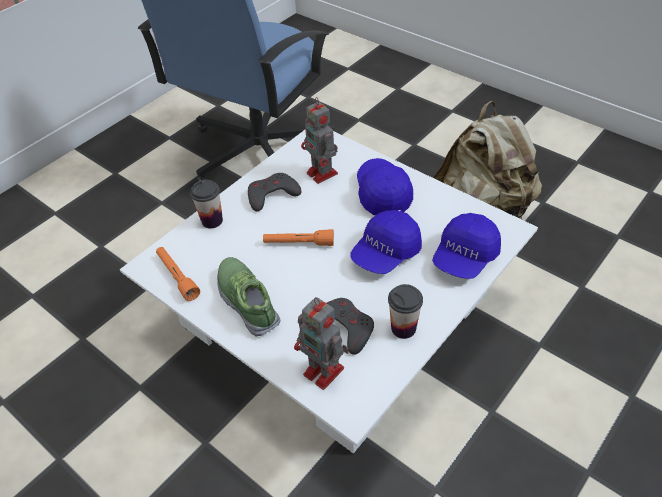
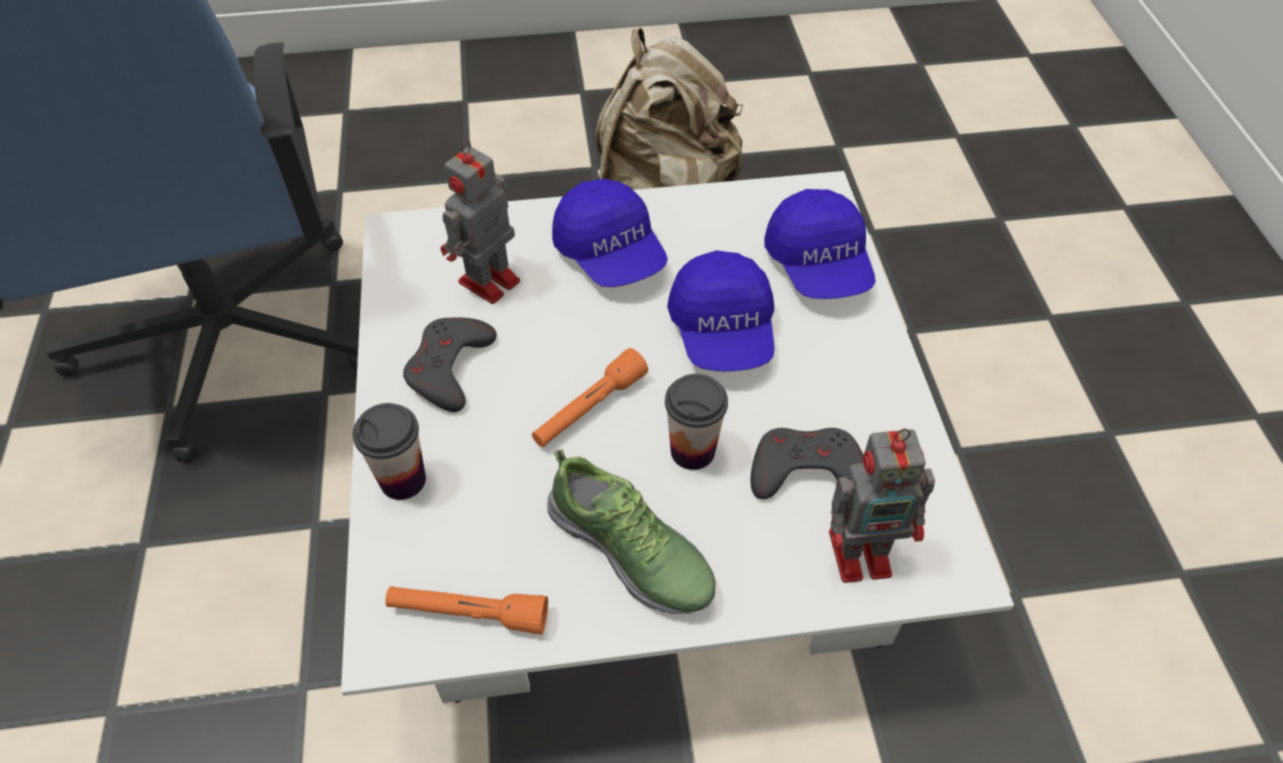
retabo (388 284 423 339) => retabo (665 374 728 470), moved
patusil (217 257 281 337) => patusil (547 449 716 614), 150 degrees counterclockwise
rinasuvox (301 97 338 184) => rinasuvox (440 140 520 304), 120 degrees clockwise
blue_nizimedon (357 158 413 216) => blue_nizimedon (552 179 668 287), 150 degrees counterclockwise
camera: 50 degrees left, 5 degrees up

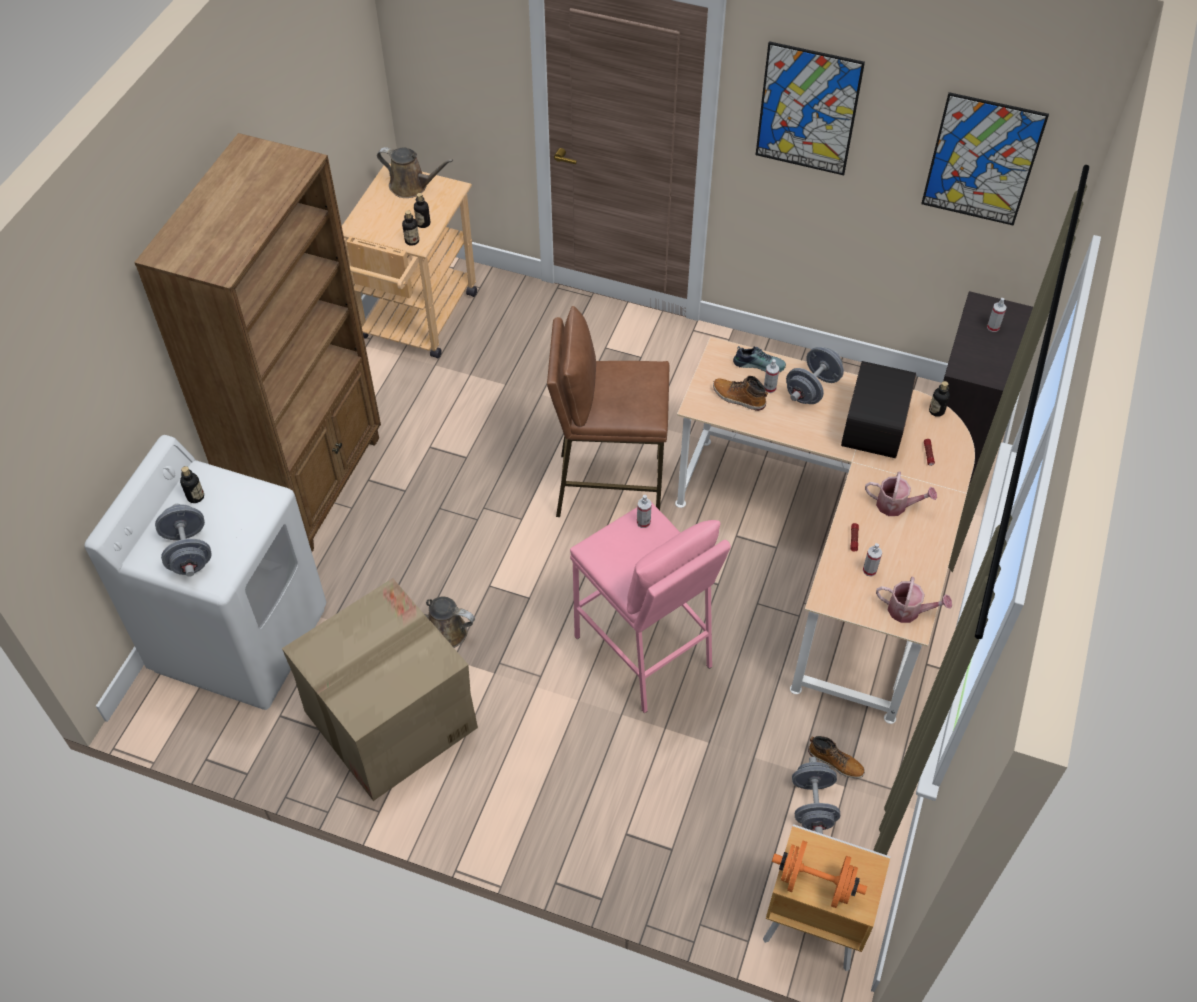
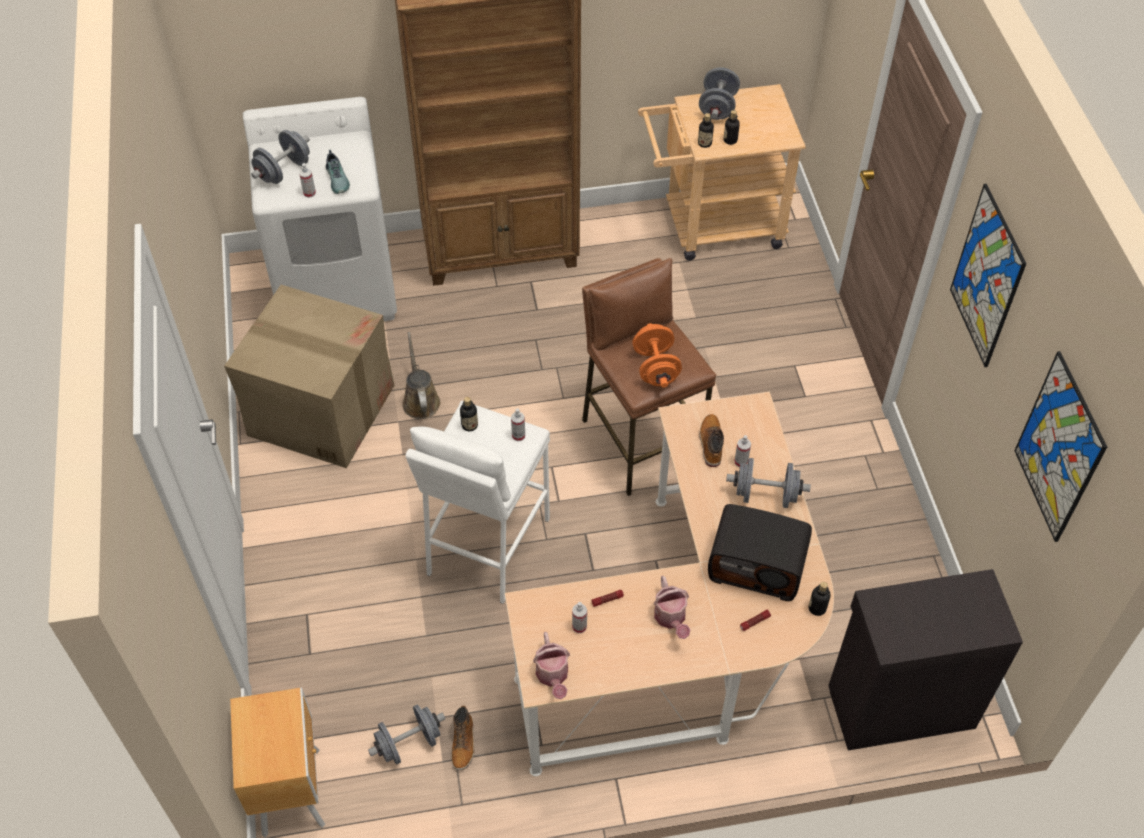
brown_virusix (377 147 453 198) => nothing
nothing => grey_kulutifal (699 67 740 120)
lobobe (180 466 204 503) => lobobe (460 397 478 431), moved
patusil (733 346 786 372) => patusil (326 150 350 194), moved
orange_kulutifal (772 840 867 908) => orange_kulutifal (633 323 682 388), moved
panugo (987 298 1006 332) => panugo (299 163 316 198), moved
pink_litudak (570 502 731 713) => white_litudak (406 401 550 604)
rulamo (841 361 916 458) => rulamo (708 504 812 601), 150 degrees counterclockwise
camera: 60 degrees right, 0 degrees up

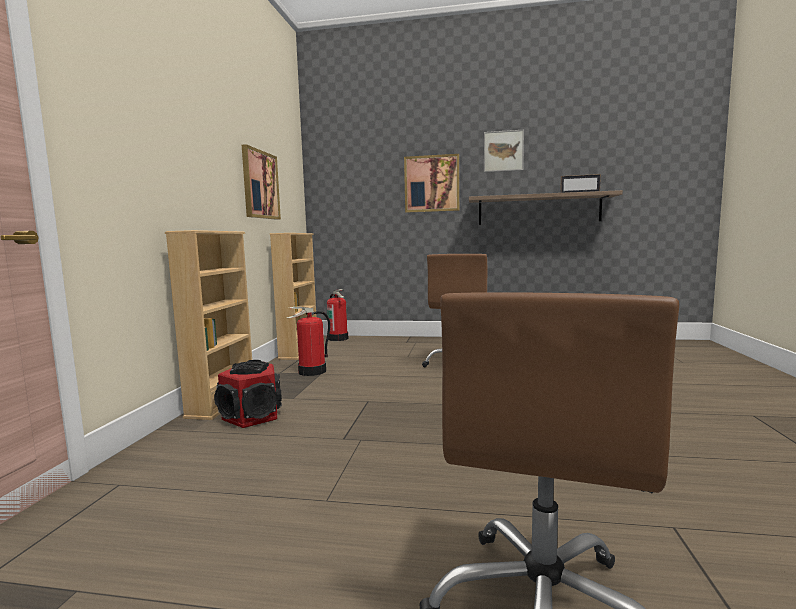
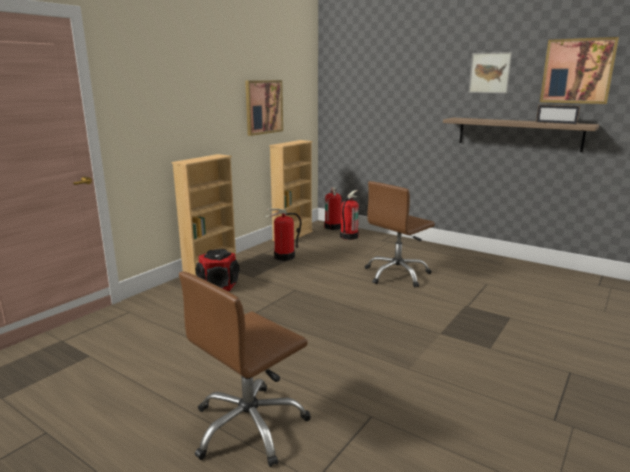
nothing => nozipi (340 190 359 240)
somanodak (404 154 459 213) => somanodak (540 37 619 104), moved
camera: 25 degrees right, 10 degrees up

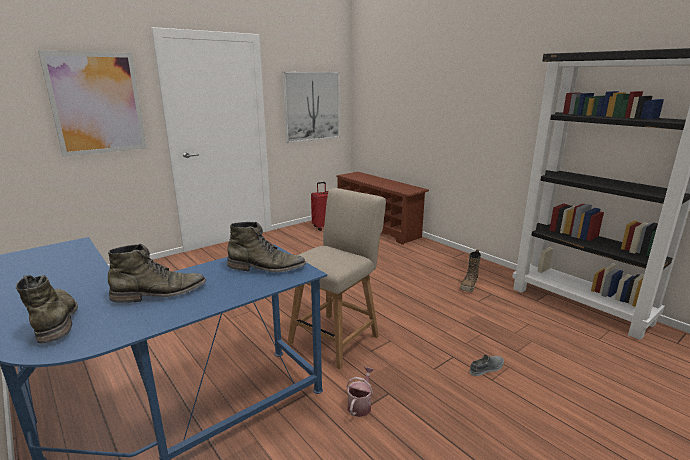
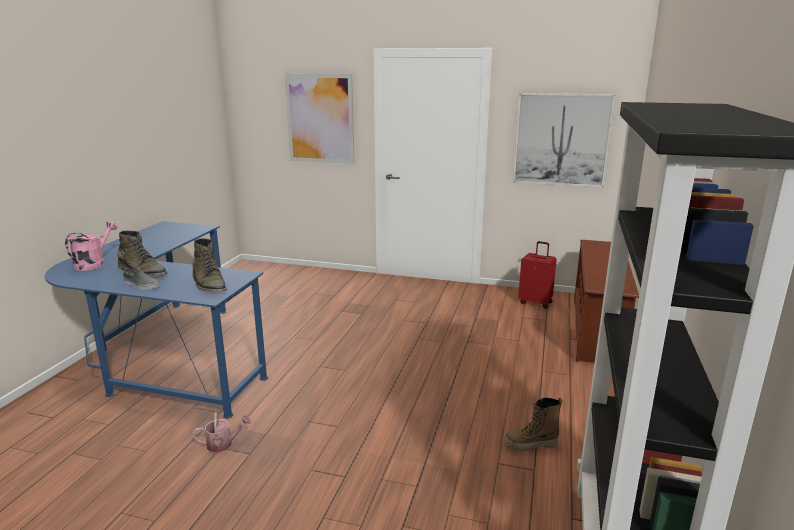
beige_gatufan (287 188 386 369) => nothing
grey_patusil (470 355 504 376) => grey_patusil (123 268 160 290), moved
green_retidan (16 275 78 344) => pink_virusix (65 221 117 271)
camera: 55 degrees right, 0 degrees up

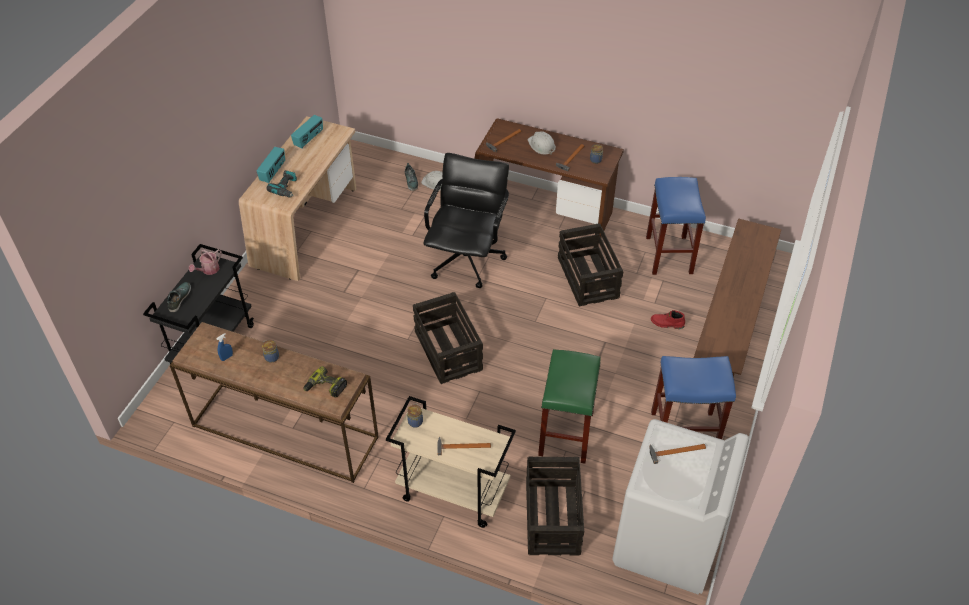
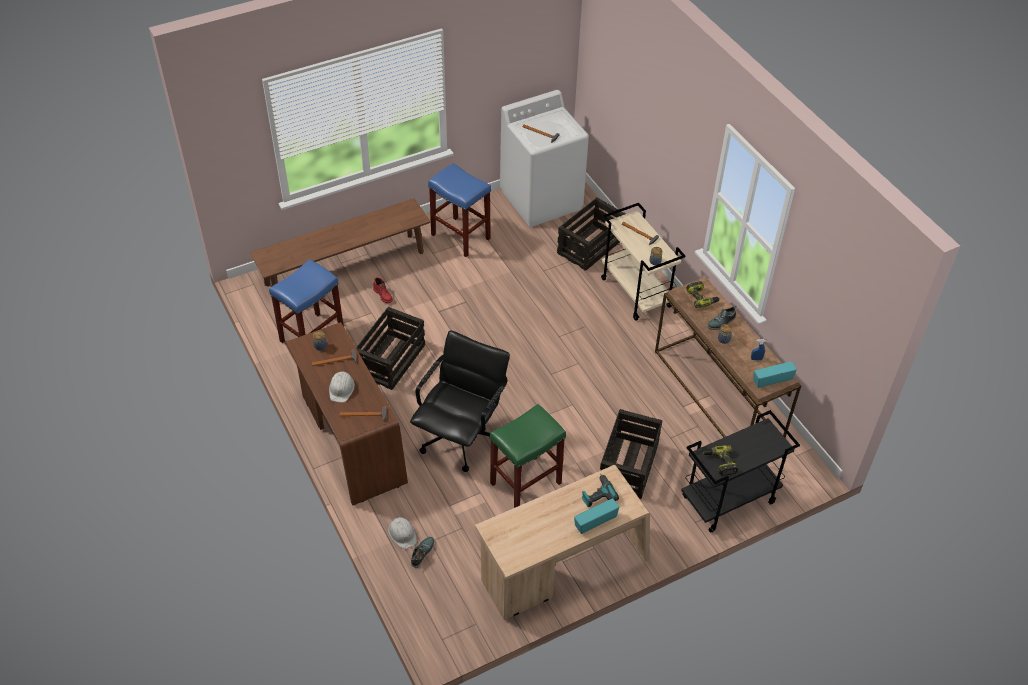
patusil (167 282 191 312) => patusil (707 306 737 330), moved
rulamo (291 115 323 149) => rulamo (753 361 797 388), moved
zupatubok (413 292 483 384) => zupatubok (600 409 663 499), moved
green_litudak (538 349 601 464) => green_litudak (490 404 566 508), moved
virusix (189 250 222 275) => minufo (703 445 738 476)
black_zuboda (423 153 509 288) => black_zuboda (410 331 510 472), 150 degrees clockwise
camera: 140 degrees left, 0 degrees up

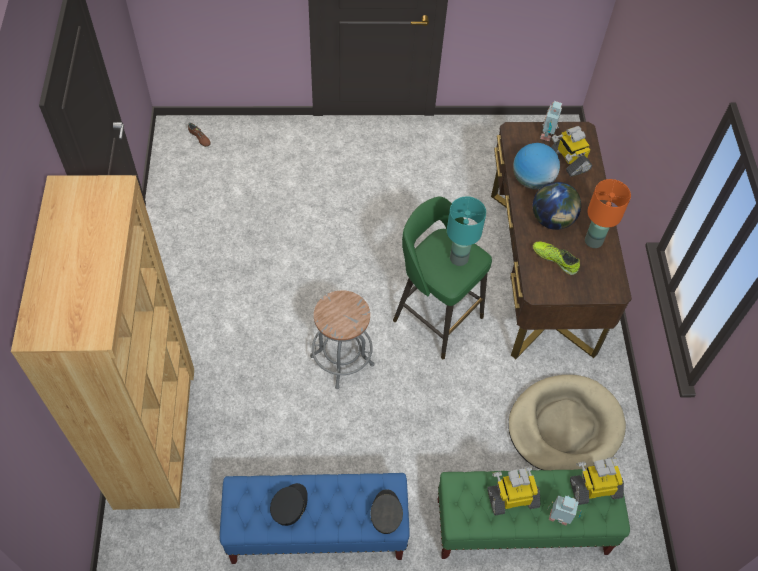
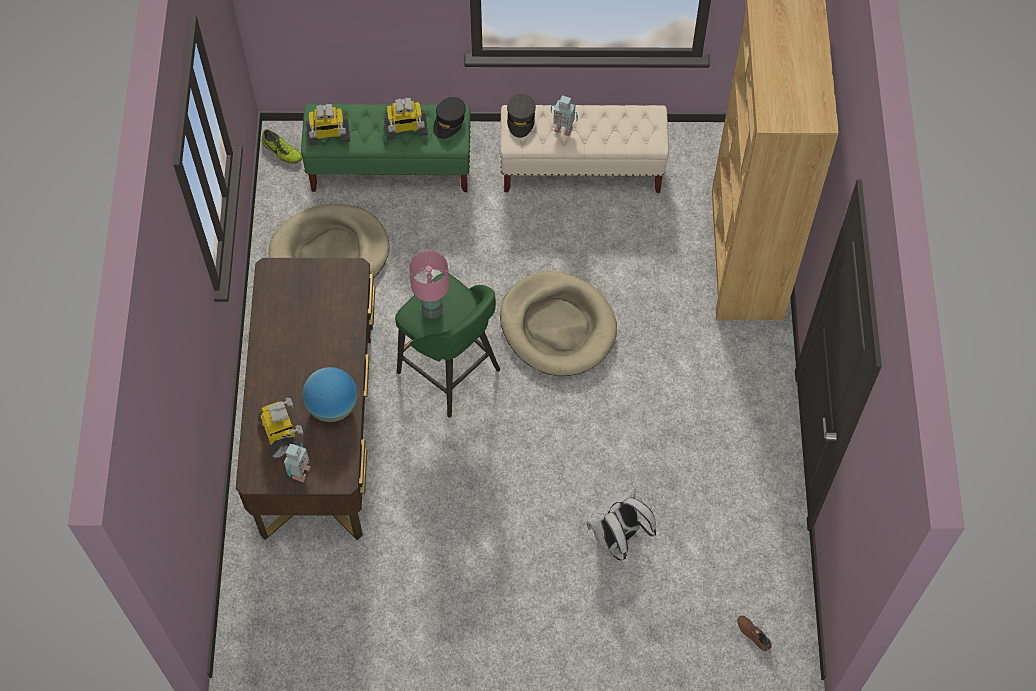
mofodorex (533 182 581 230) => nothing
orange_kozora (585 179 631 248) => nothing
nothing => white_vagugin (587 486 656 561)
black_nizimedon (270 483 308 526) => black_nizimedon (433 97 466 139), moved
patusil (532 242 580 275) => patusil (262 129 303 164), moved
rinasuvox (548 495 582 526) => rinasuvox (551 95 578 136), moved
grey_litudak (310 290 375 389) => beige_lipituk (500 271 617 376)
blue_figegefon (220 473 410 564) => beige_figegefon (500 105 669 193)
turquoise_kozora (447 196 486 266) => pink_kozora (409 250 449 319)
camera: 175 degrees left, 5 degrees up

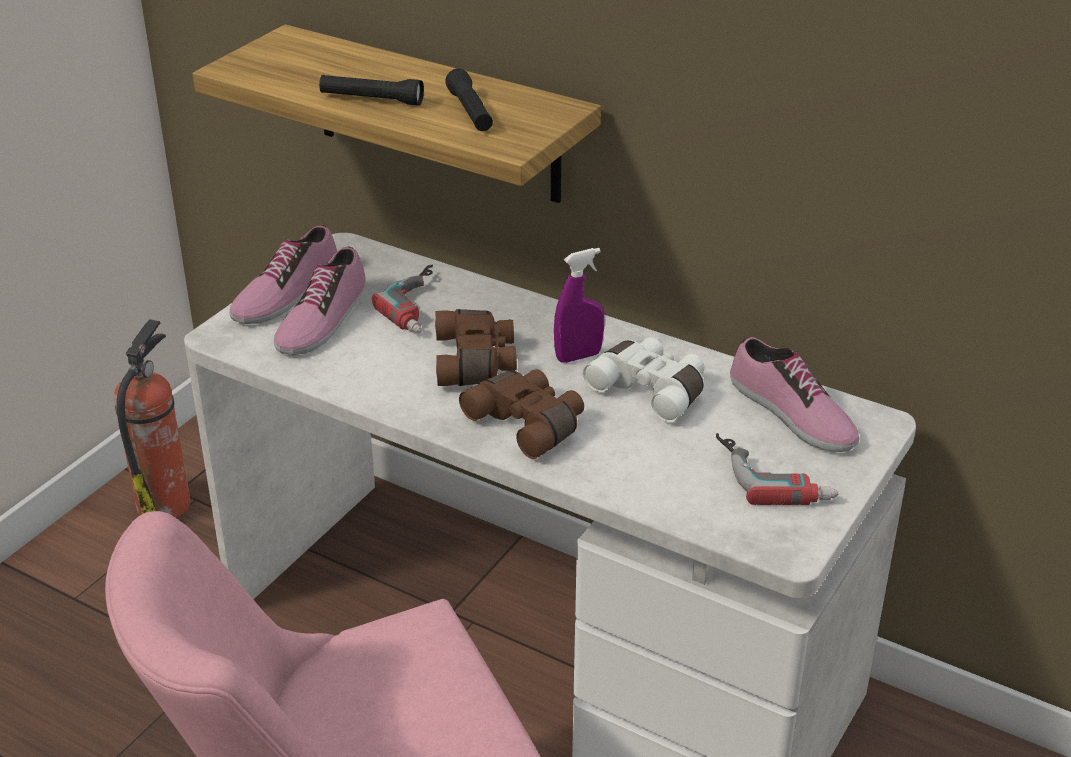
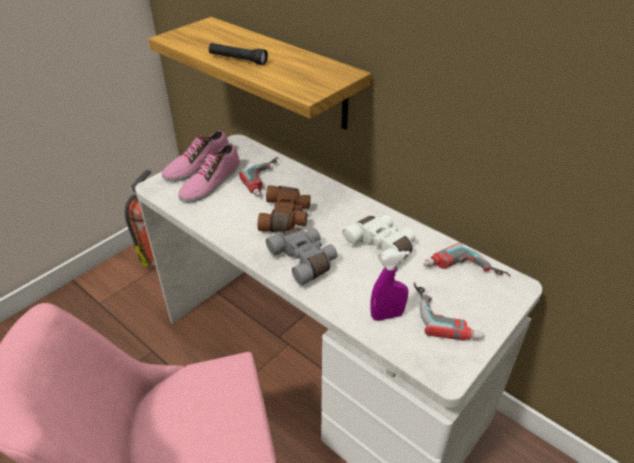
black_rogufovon (445 69 493 131) => nothing
purple_panugo (554 248 605 363) => purple_panugo (370 251 410 321), moved
patusil (730 337 859 452) => minufo (424 242 511 277)
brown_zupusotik (459 369 584 459) => grey_zupusotik (266 228 337 286)
camera: 10 degrees right, 5 degrees up

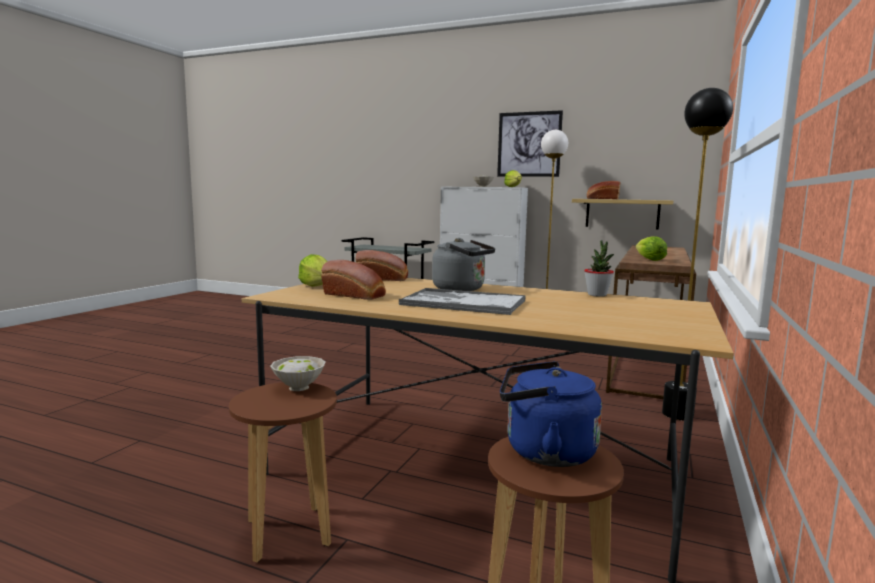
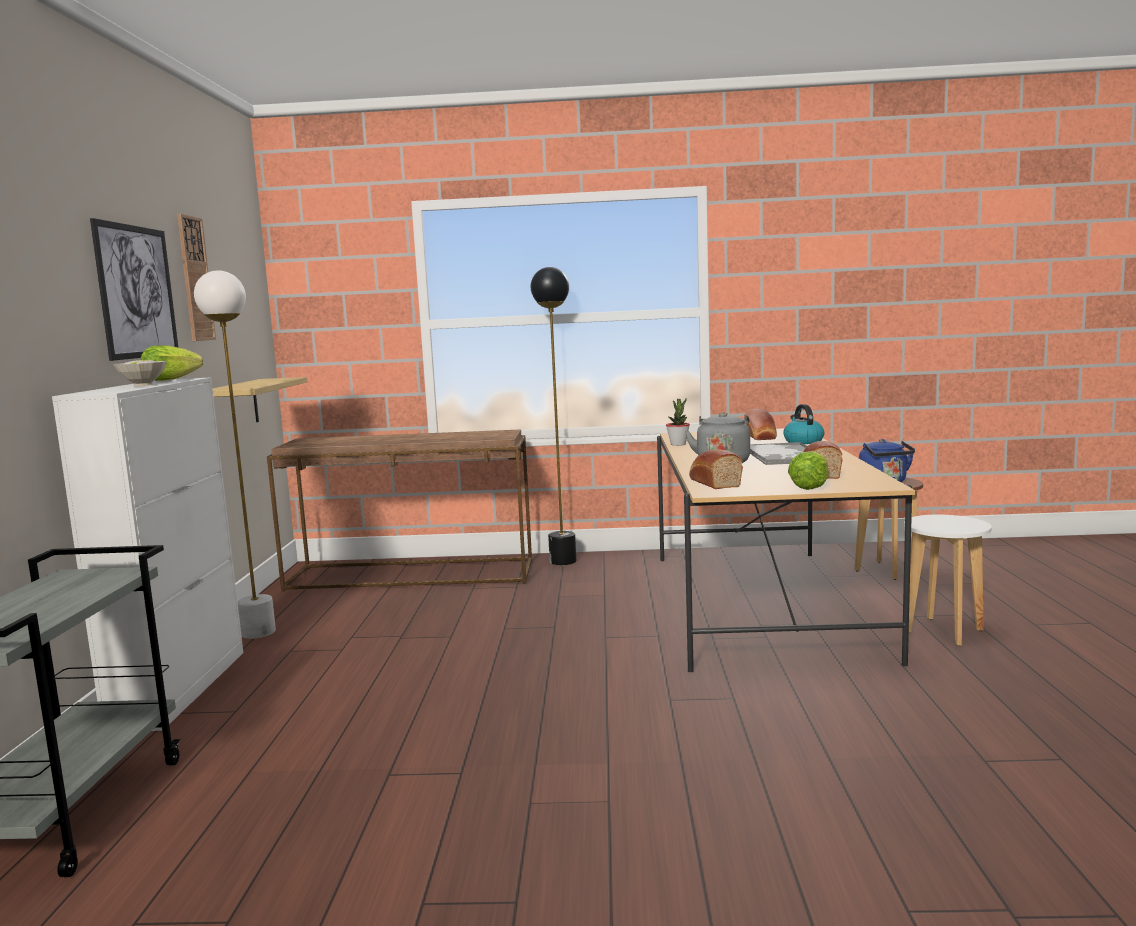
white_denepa (270 356 326 391) => nothing
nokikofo (636 236 667 261) => nothing
nothing => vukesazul (177 214 216 341)
nothing => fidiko (783 404 824 444)
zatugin (587 181 620 199) => zatugin (744 409 777 440), moved
brown_litudak (229 382 337 563) => white_litudak (904 515 991 646)
camera: 110 degrees left, 0 degrees up

